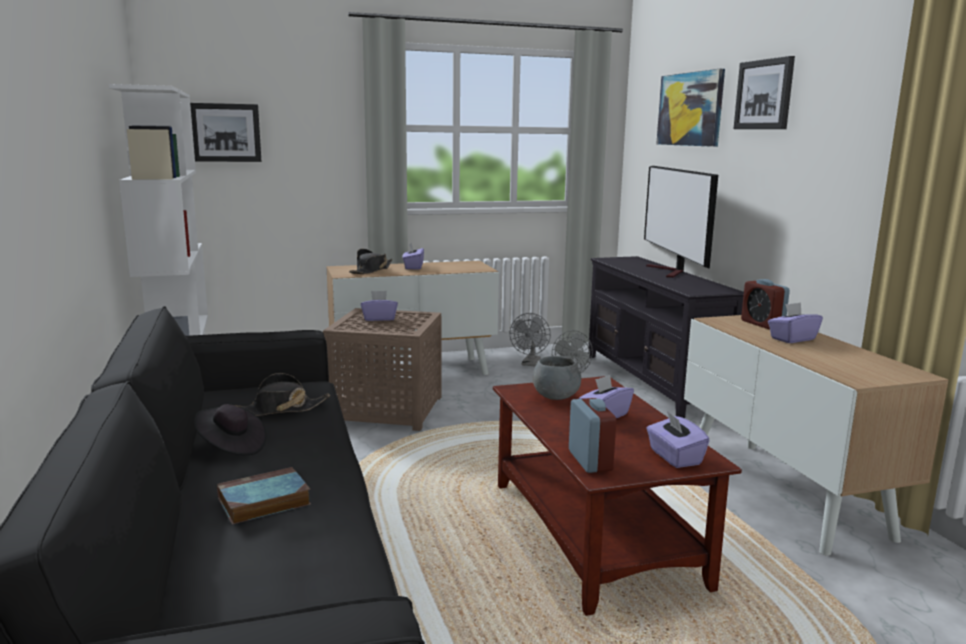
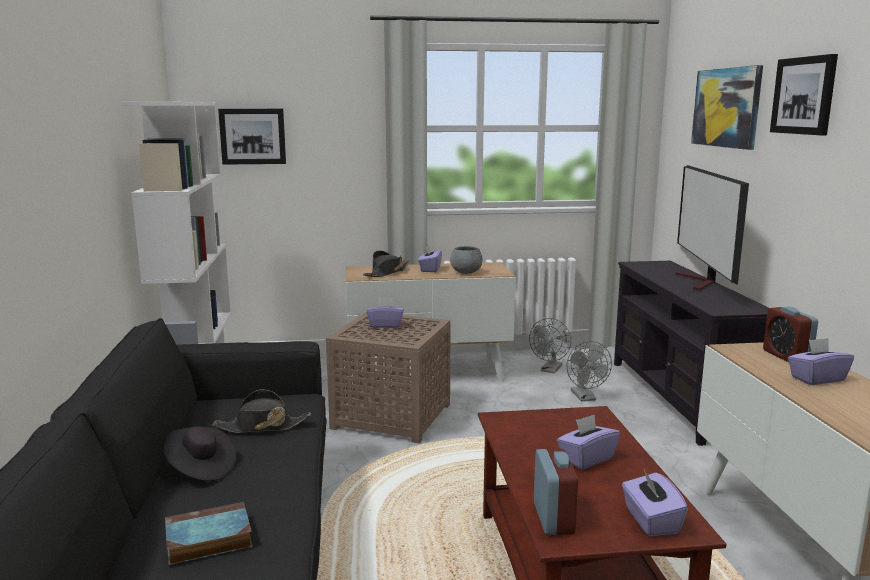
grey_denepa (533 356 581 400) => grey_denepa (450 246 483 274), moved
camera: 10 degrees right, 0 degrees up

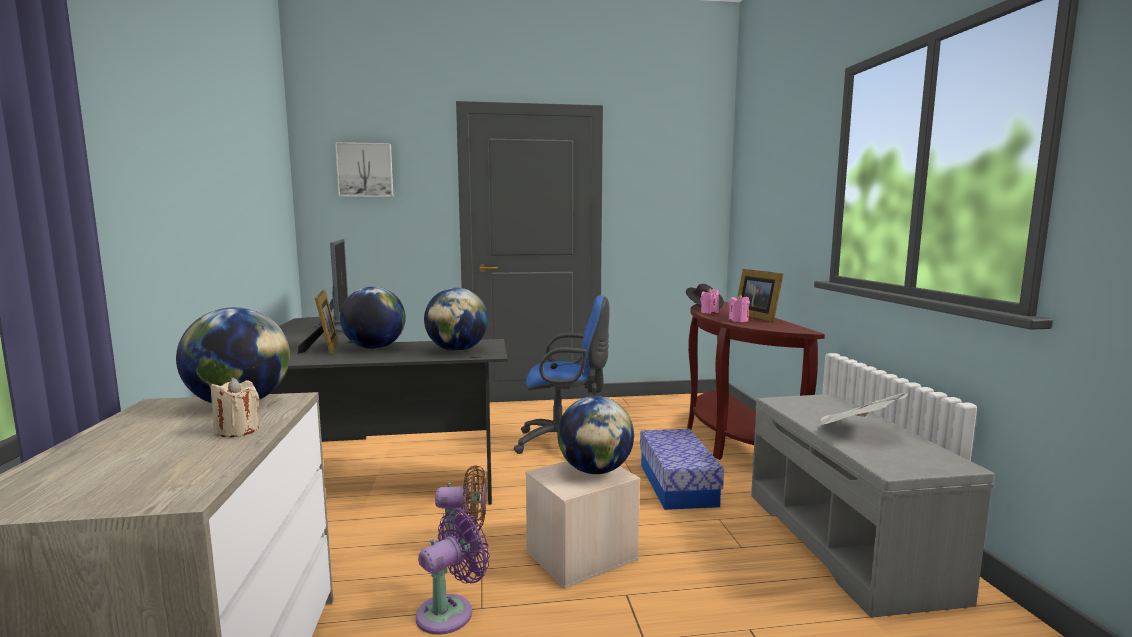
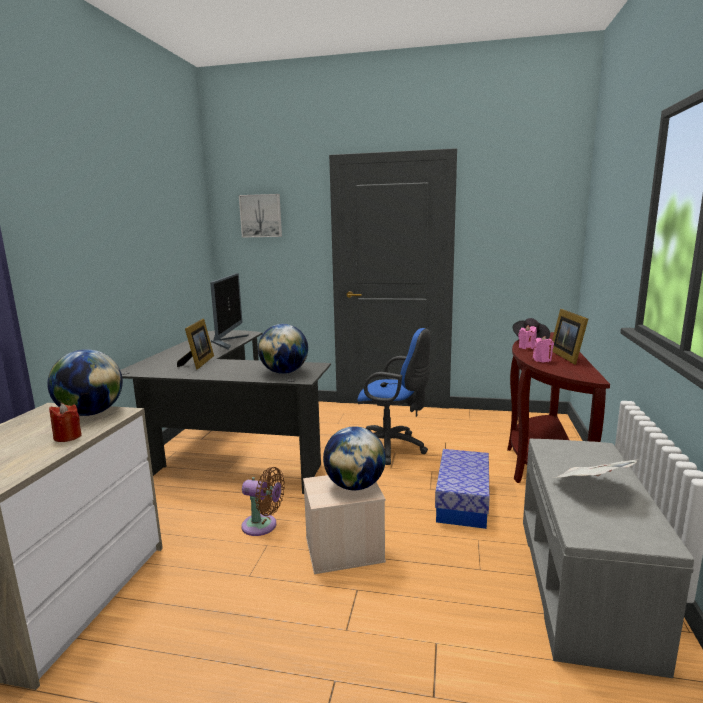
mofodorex (340 287 406 349) => nothing
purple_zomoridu (416 508 490 635) => nothing
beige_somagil (211 378 259 437) => red_somagil (49 403 82 442)
camera: 20 degrees right, 5 degrees up

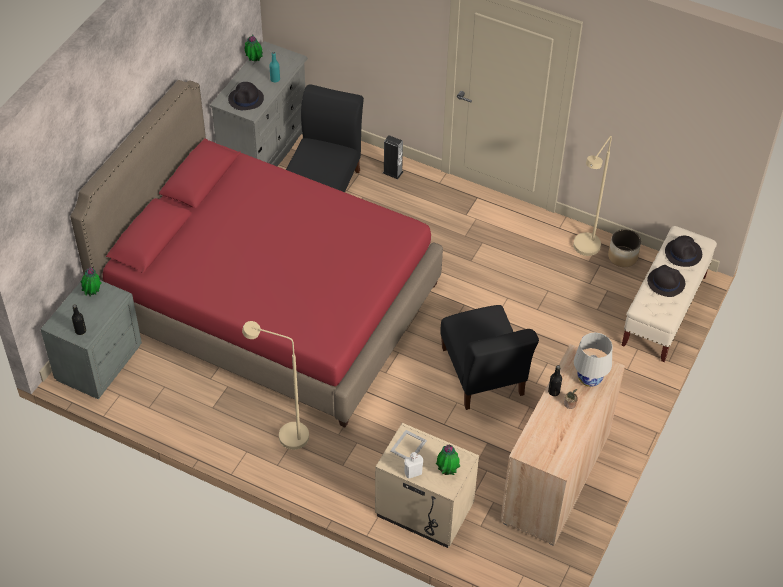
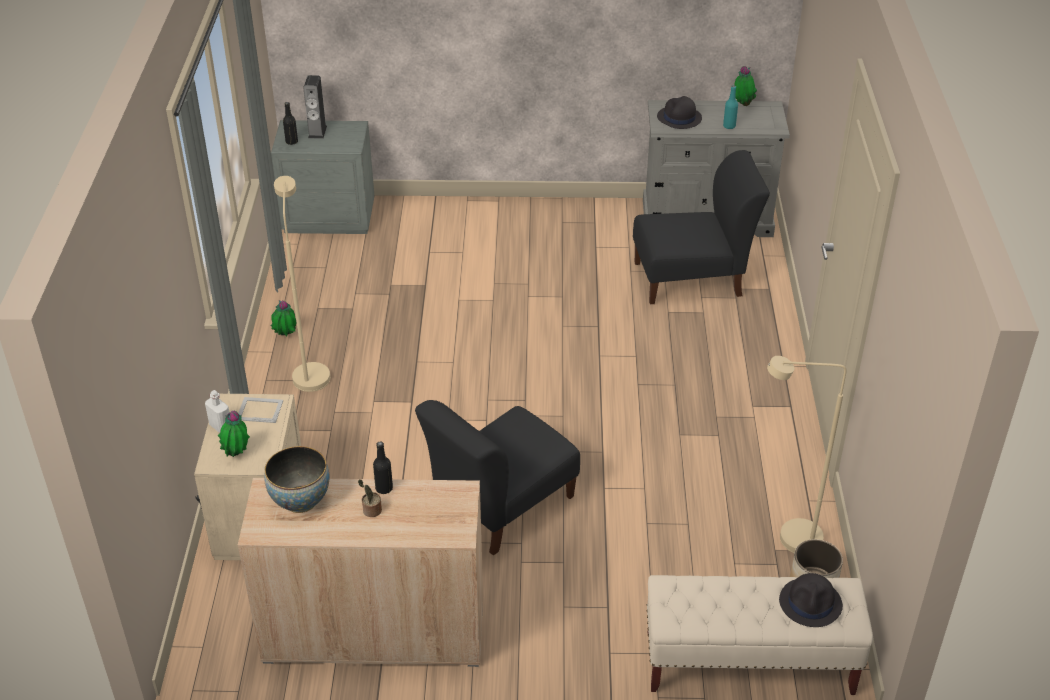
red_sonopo (70 80 443 427) => nothing
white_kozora (574 333 612 387) => nothing
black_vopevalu (647 265 685 297) => nothing
nothing => denepa (264 446 330 513)
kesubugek (80 268 102 296) => kesubugek (271 300 296 336), moved
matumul (383 135 403 179) => matumul (303 75 327 139), moved
camera: 65 degrees right, 10 degrees down

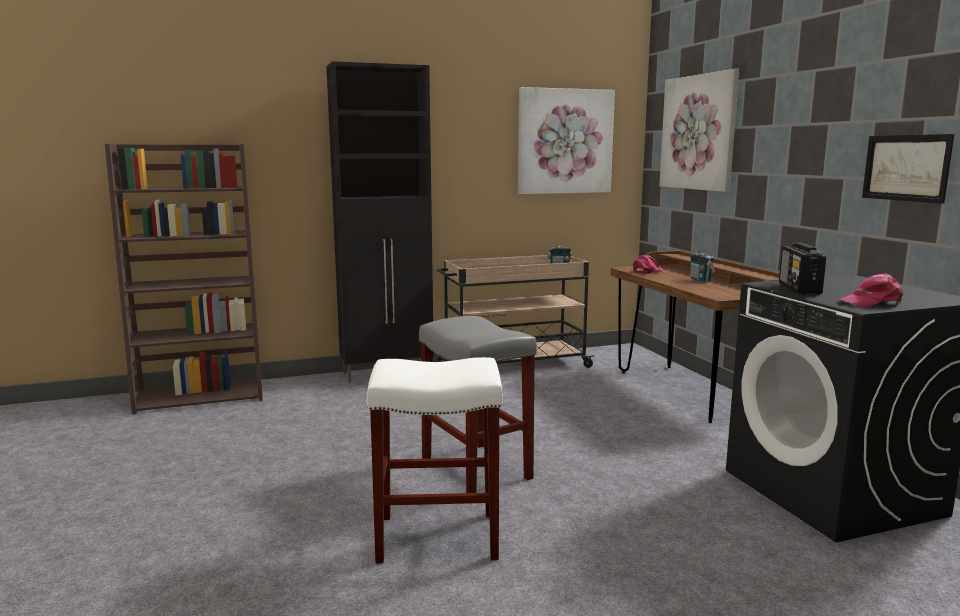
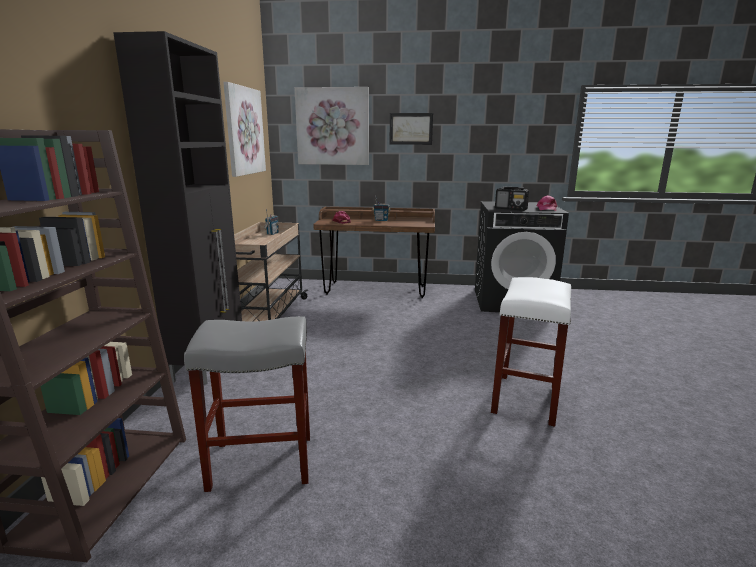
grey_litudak (419 316 537 493) => grey_litudak (184 316 310 492), moved
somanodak (862 134 954 204) => somanodak (390 113 433 145), moved
camera: 65 degrees left, 5 degrees up

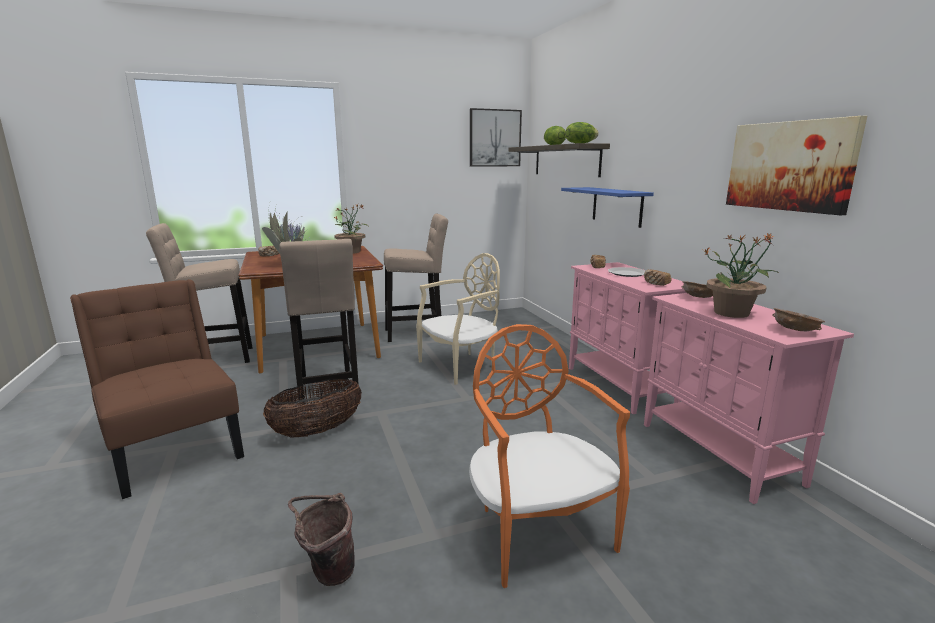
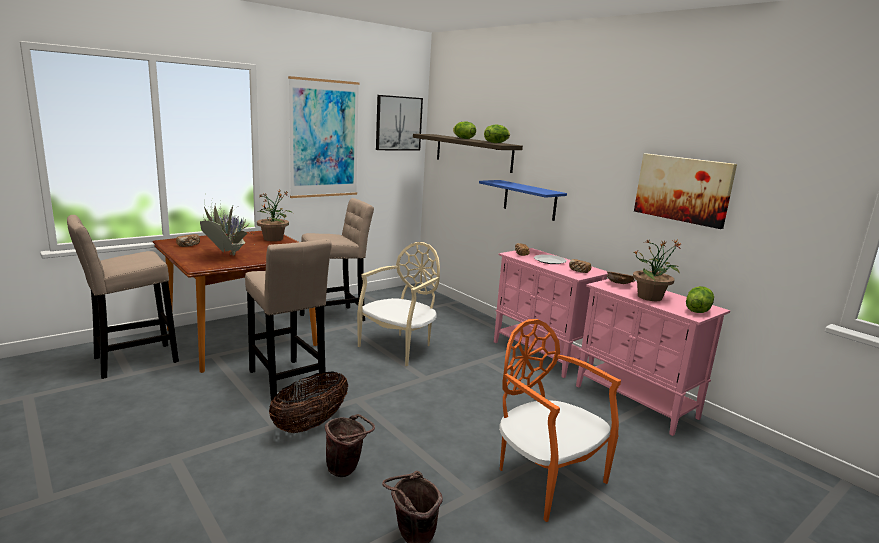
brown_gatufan (70 279 244 499) => nothing
nothing => somanodak (288 76 359 198)
nothing => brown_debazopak (325 414 375 477)
brown_denepa (772 308 825 331) => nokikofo (686 286 714 313)
camera: 20 degrees left, 0 degrees up

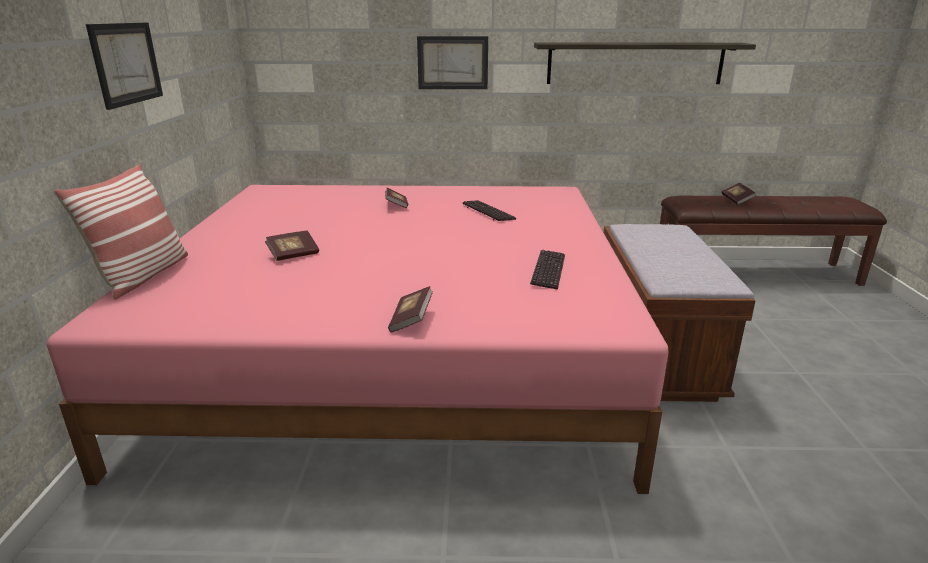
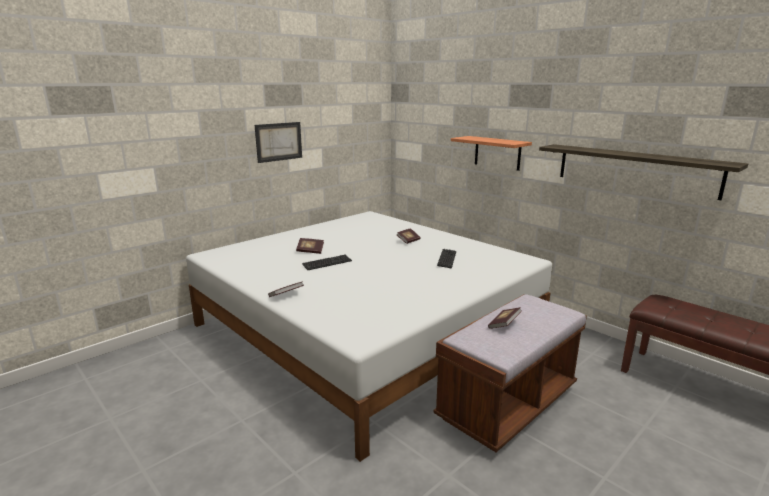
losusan (54 164 188 300) => nothing
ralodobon (530 250 565 289) => ralodobon (302 255 352 270), moved
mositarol (722 183 756 205) => mositarol (488 307 522 329), moved
somanodak (417 36 488 89) => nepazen (451 136 532 171)
pink_sonopo (47 185 669 494) => white_sonopo (186 211 552 462)
camera: 45 degrees right, 5 degrees down

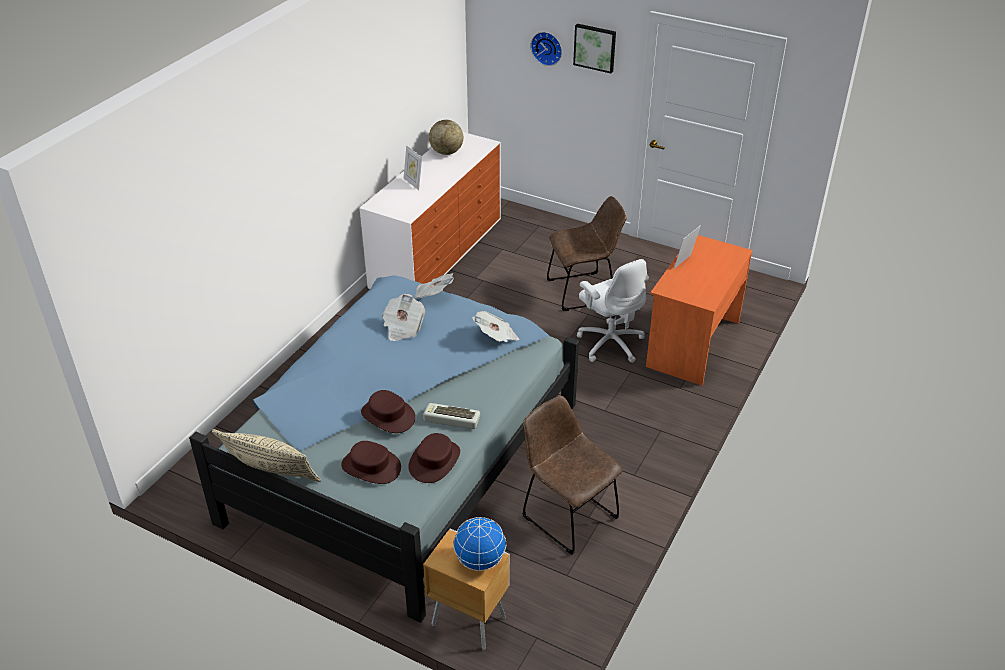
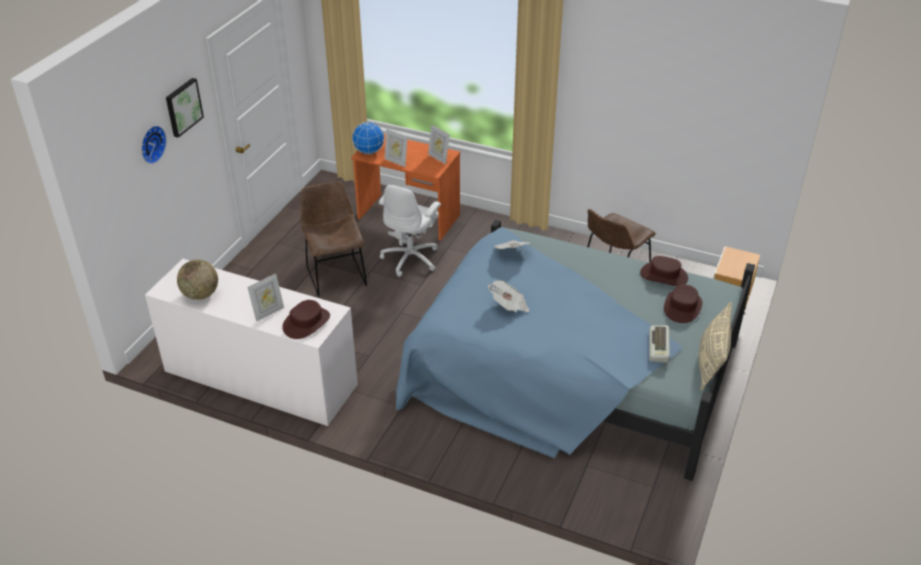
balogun (414 273 454 299) => nothing
nothing => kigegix (428 124 450 164)
brown_vopevalu (361 390 416 433) => brown_vopevalu (282 300 330 339), moved
ralodobon (423 403 480 429) => ralodobon (649 325 670 363), moved
mofodorex (453 517 506 571) => mofodorex (352 122 384 154), moved
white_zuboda (577 259 649 363) => white_zuboda (379 185 441 277), 150 degrees clockwise
camera: 95 degrees left, 0 degrees up

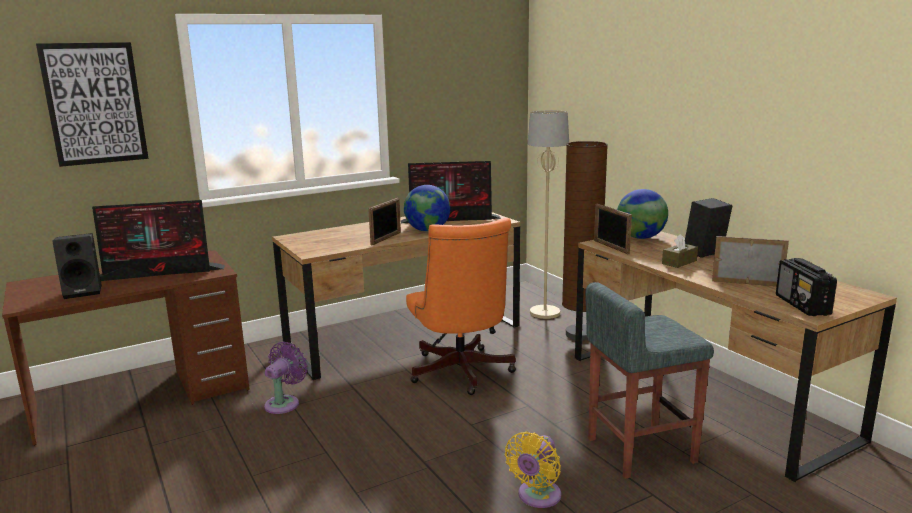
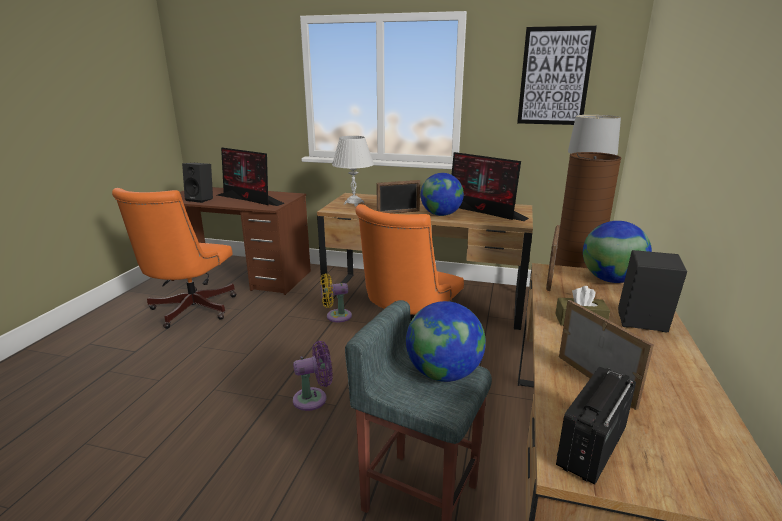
nothing => orange_zuboda (112 188 236 329)
nothing => white_kozora (332 136 374 206)
nothing => mofodorex (406 301 486 382)
somanodak (36 42 149 167) => somanodak (517 26 597 125), moved
purple_zomoridu (264 342 308 414) => purple_zomoridu (293 341 333 411), moved
yellow_zomoridu (505 432 561 508) => yellow_zomoridu (320 274 352 322), moved
camera: 45 degrees right, 5 degrees up

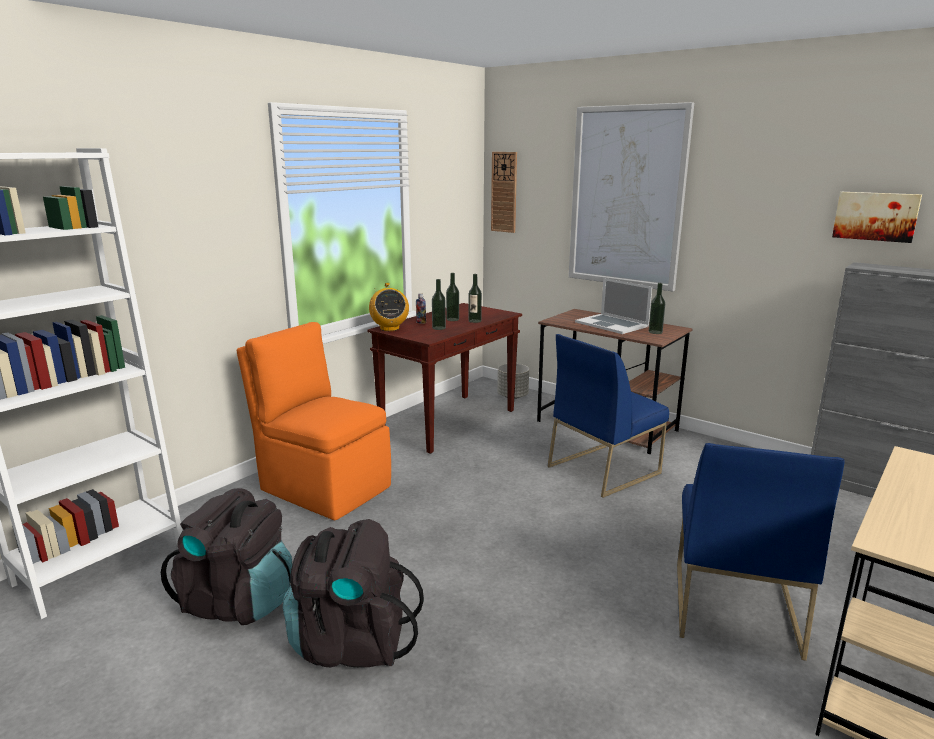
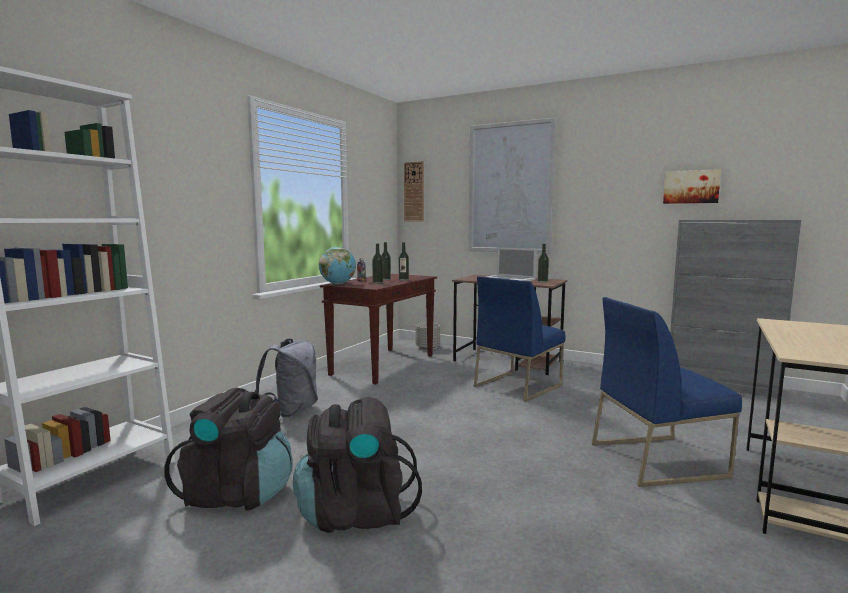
orange_gatufan (237 322 391 520) => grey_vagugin (255 339 318 417)
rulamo (369 283 409 331) => mofodorex (319 247 356 284)
blue_gatufan (677 443 845 661) => blue_gatufan (592 297 742 487), 75 degrees clockwise
camera: 10 degrees left, 10 degrees down

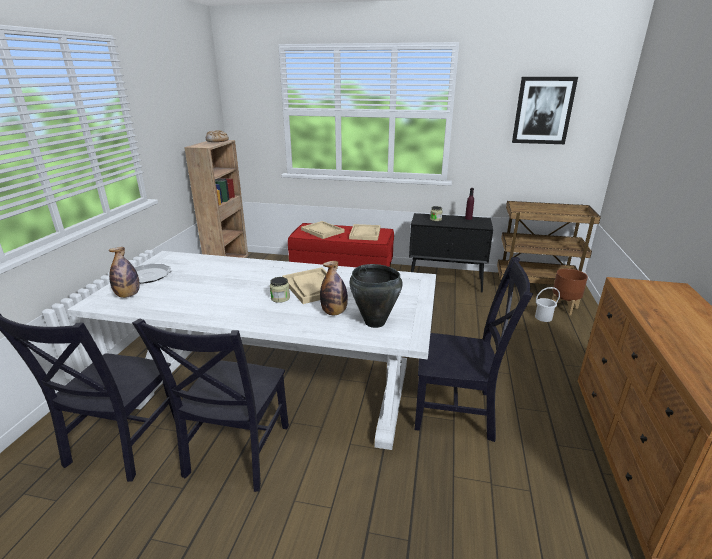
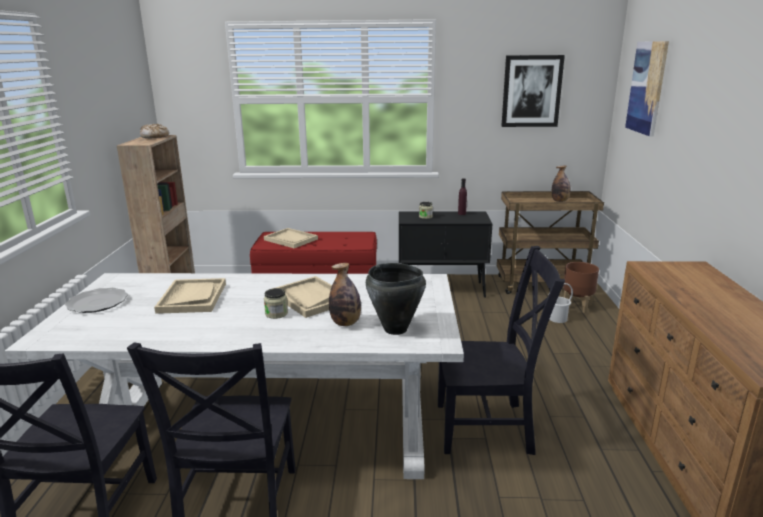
nothing => somanodak (625 41 669 137)
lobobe (109 247 140 298) => lobobe (551 165 571 202), moved
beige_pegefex (349 224 381 241) => beige_pegefex (154 278 226 314), moved
camera: 10 degrees left, 5 degrees down

